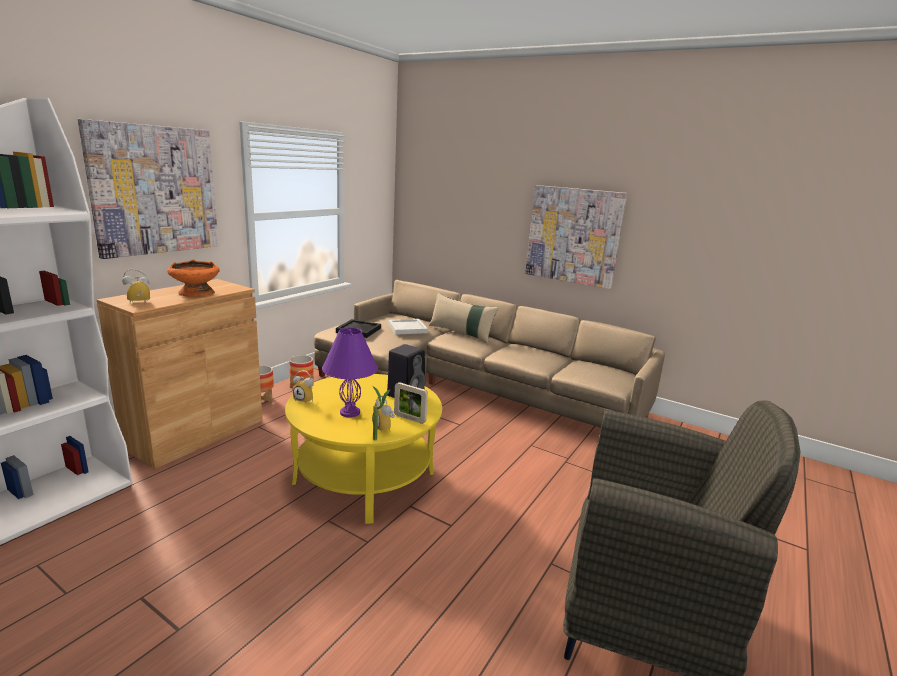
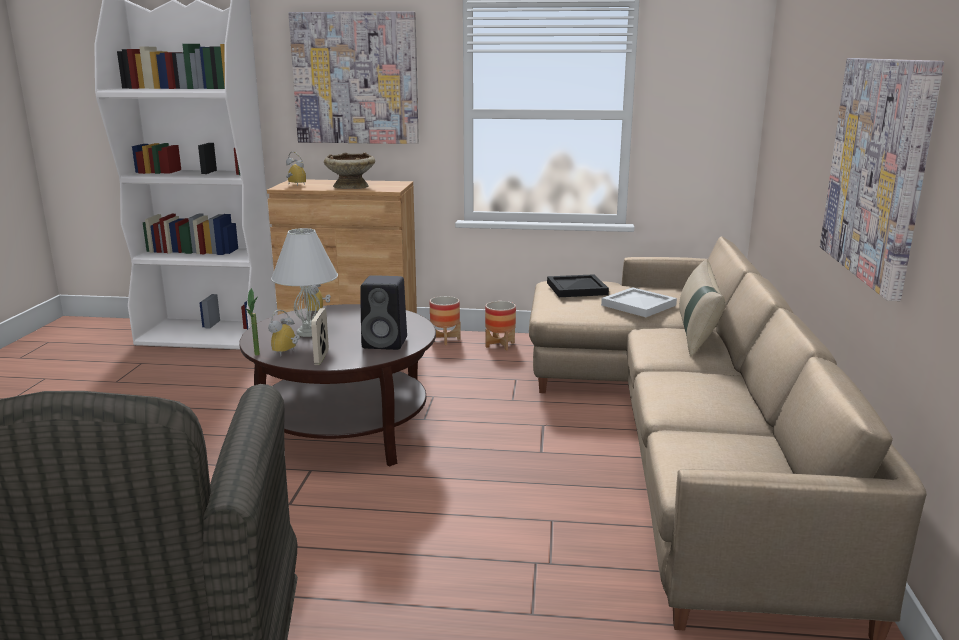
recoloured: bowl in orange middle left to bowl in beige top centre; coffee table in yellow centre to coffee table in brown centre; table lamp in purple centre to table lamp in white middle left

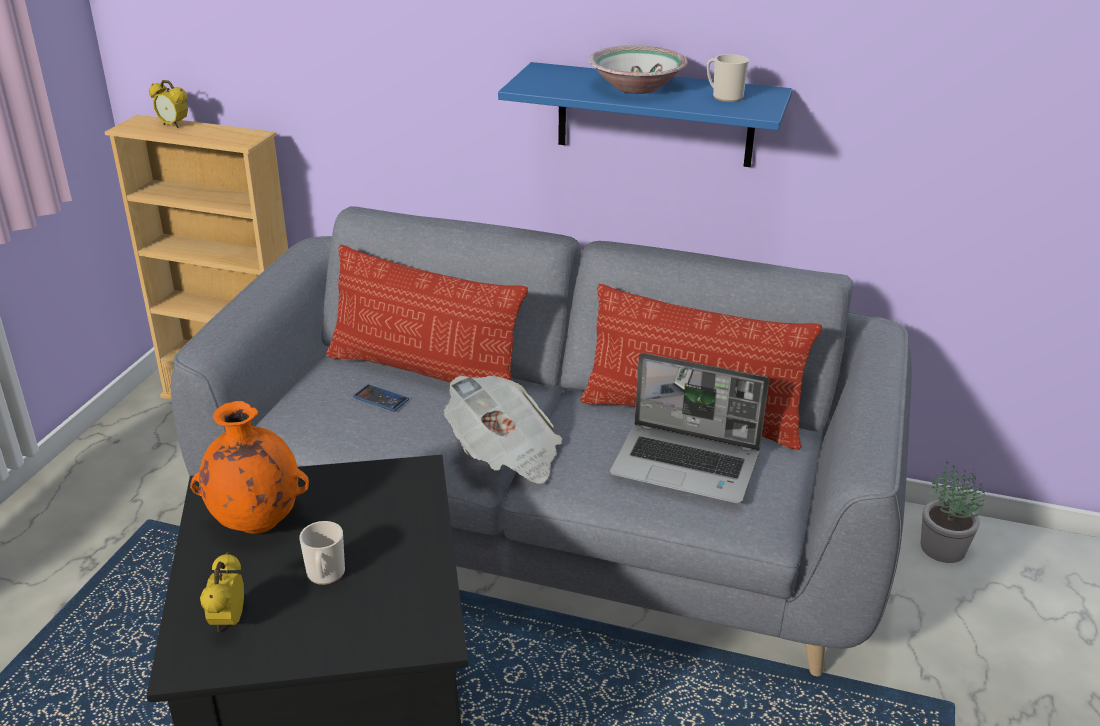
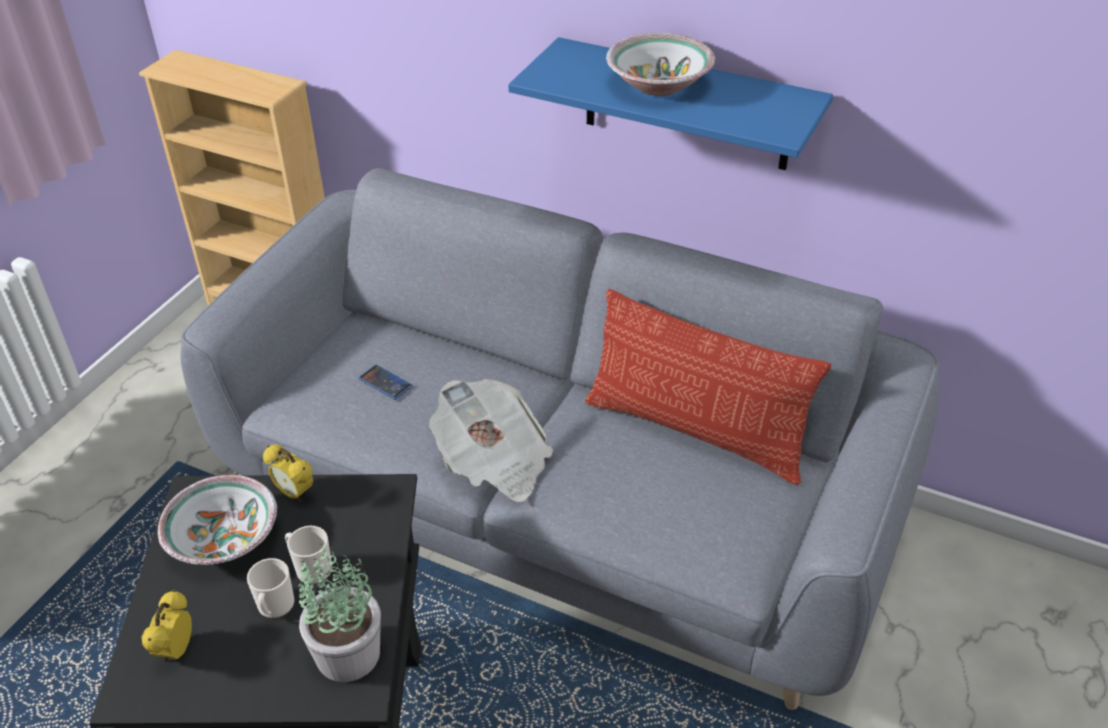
removed: pillow (1st from left) centre; laptop centre
moved: alarm clock (1st from left in the first image) top left to alarm clock (2nd from left) middle left; mug (2nd from left) top centre to bottom left; potted plant bottom right to bottom left
replaced: vase in orange middle left to bowl (1st from left) bottom left

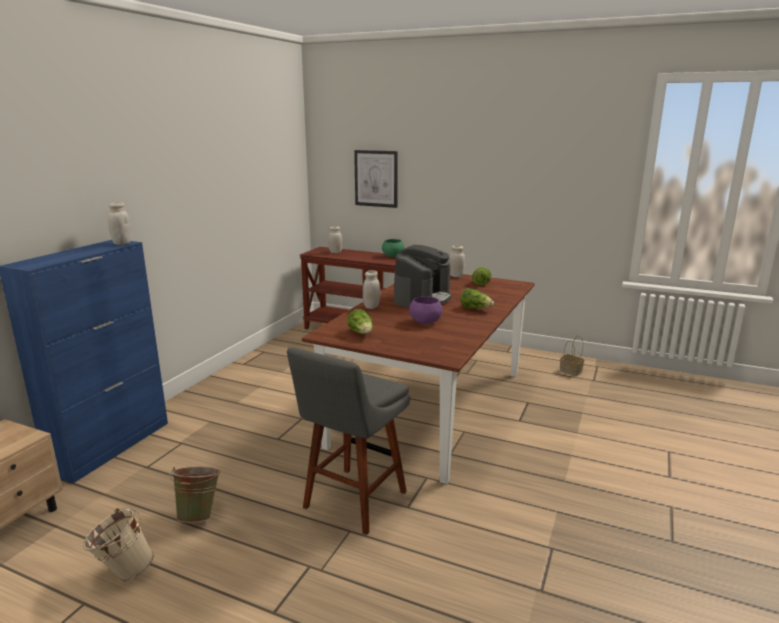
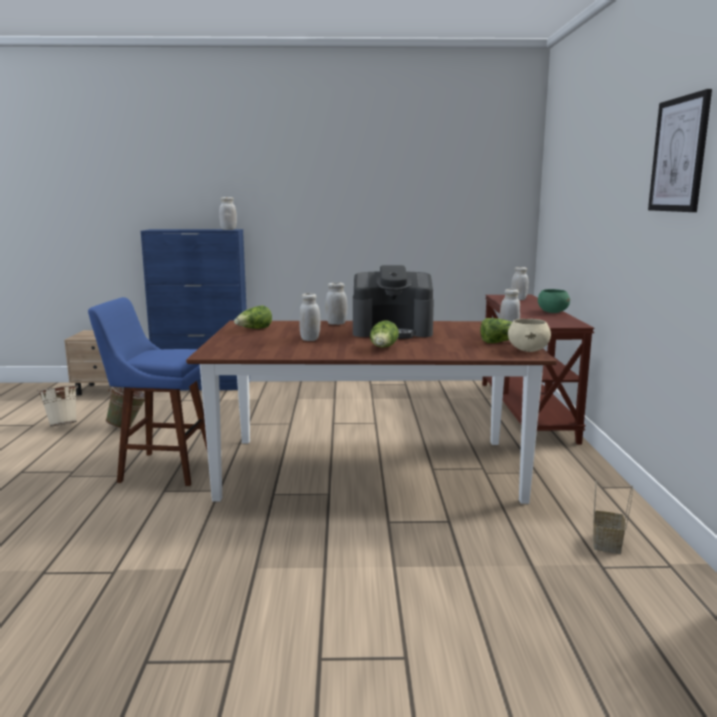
added: bowl in beige middle right
moved: picture top centre to top right
replaced: bowl in purple centre to jar in white (2nd from left) centre
recoloured: stool in grey bottom centre to stool in blue middle left

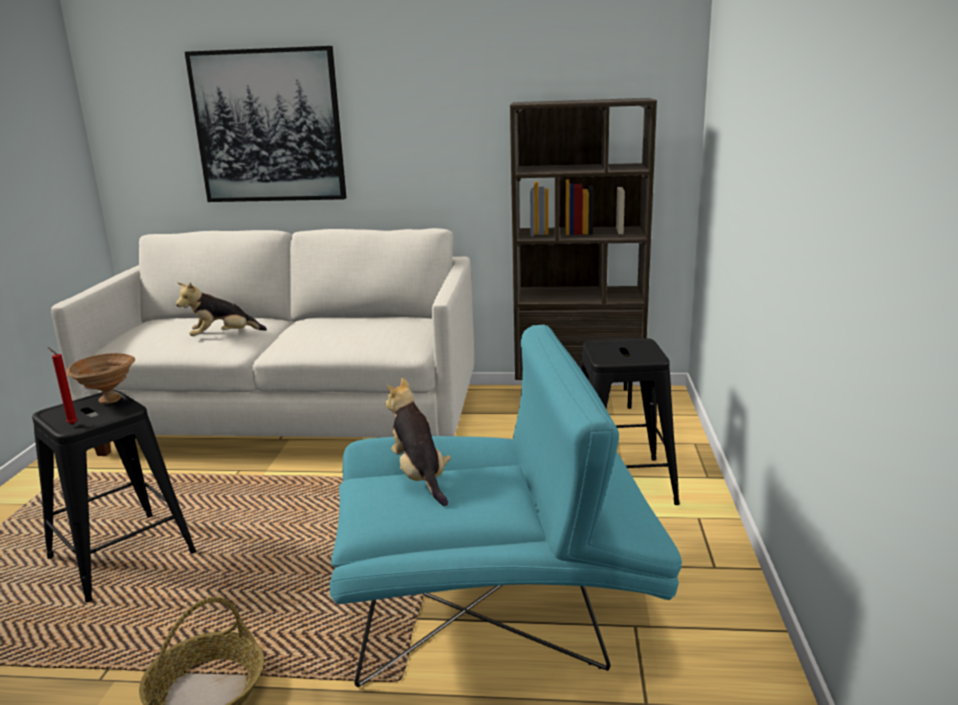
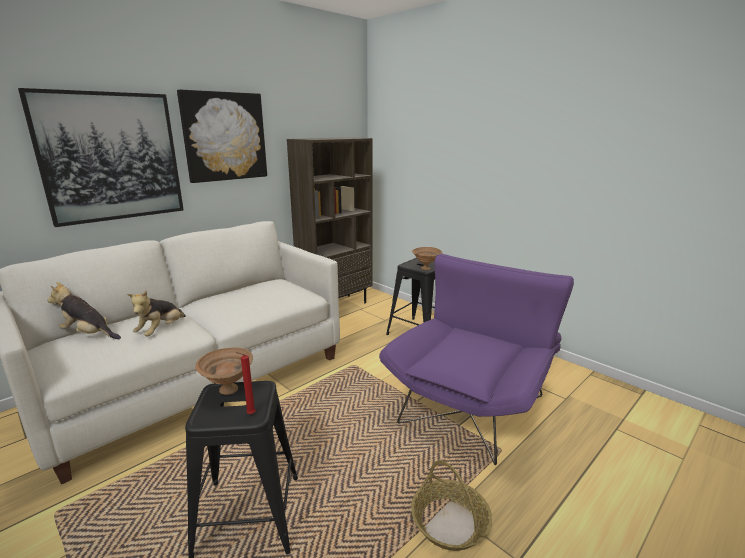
added: picture (2nd from left) top left; bowl in brown (2nd from left) centre
moved: plush toy (2nd from left in the first image) centre to plush toy (1st from left) middle left
recoloured: armchair in turquoise bottom centre to armchair in purple centre

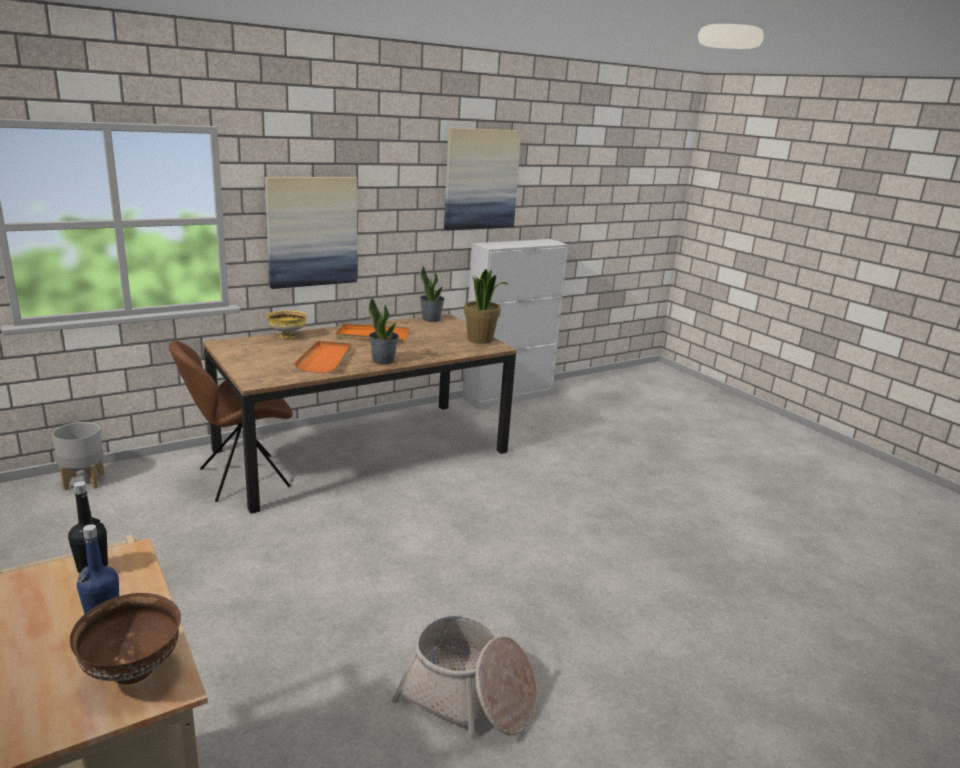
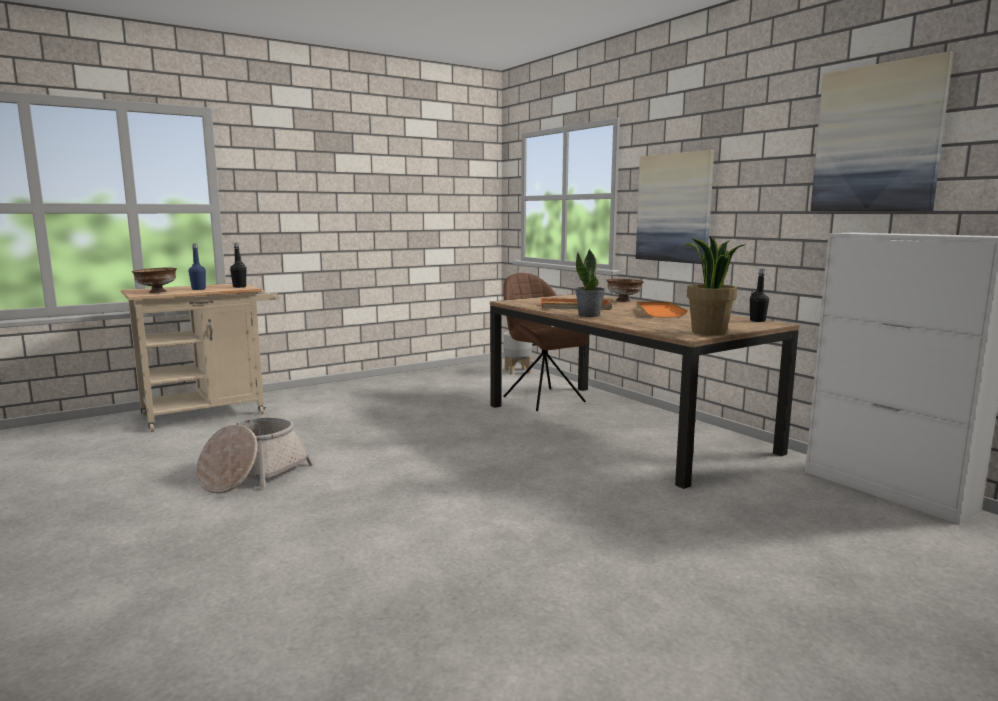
replaced: potted plant (2nd from left) centre to bottle in black (2nd from left) middle right
recoloured: bowl in yellow middle left to bowl in brown (2nd from left) centre

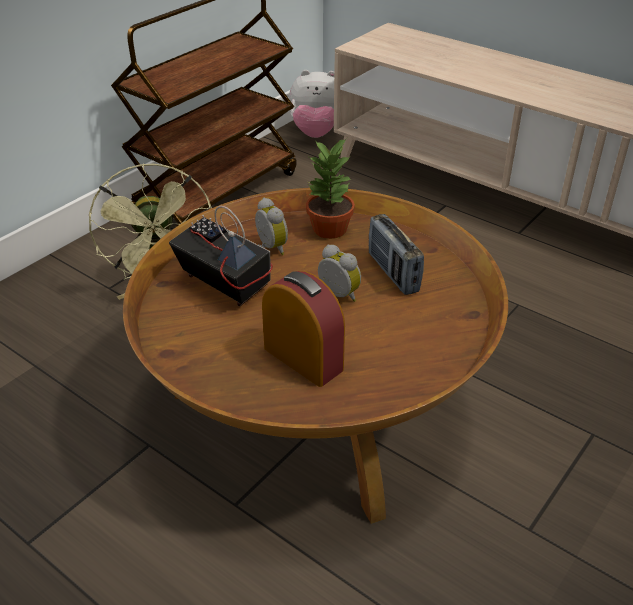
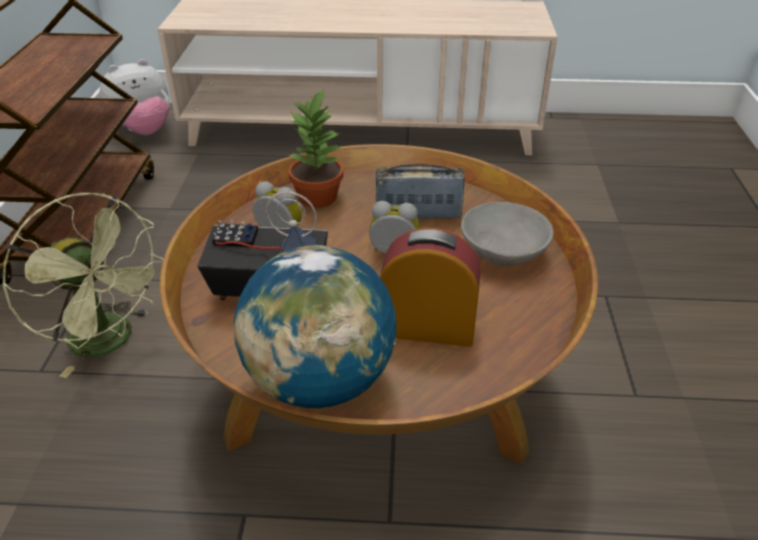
added: globe centre; bowl in grey middle right
turned: radio (2nd from left) centre = centre 150 degrees clockwise

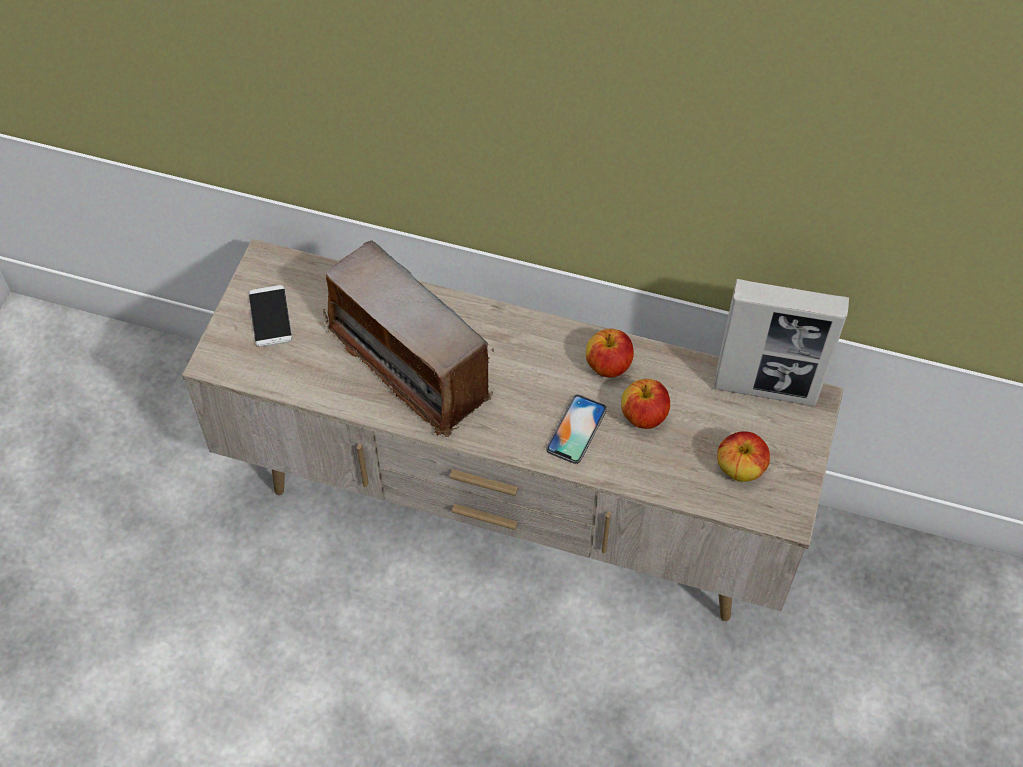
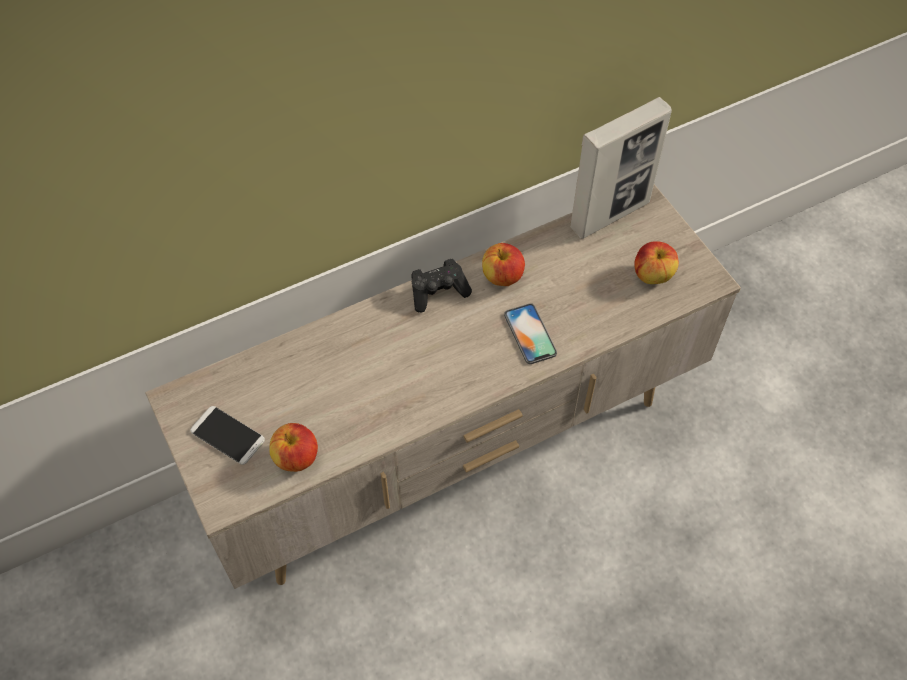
removed: radio centre
added: game controller in black centre
moved: apple (2nd from left in the first image) centre to apple (1st from left) middle left

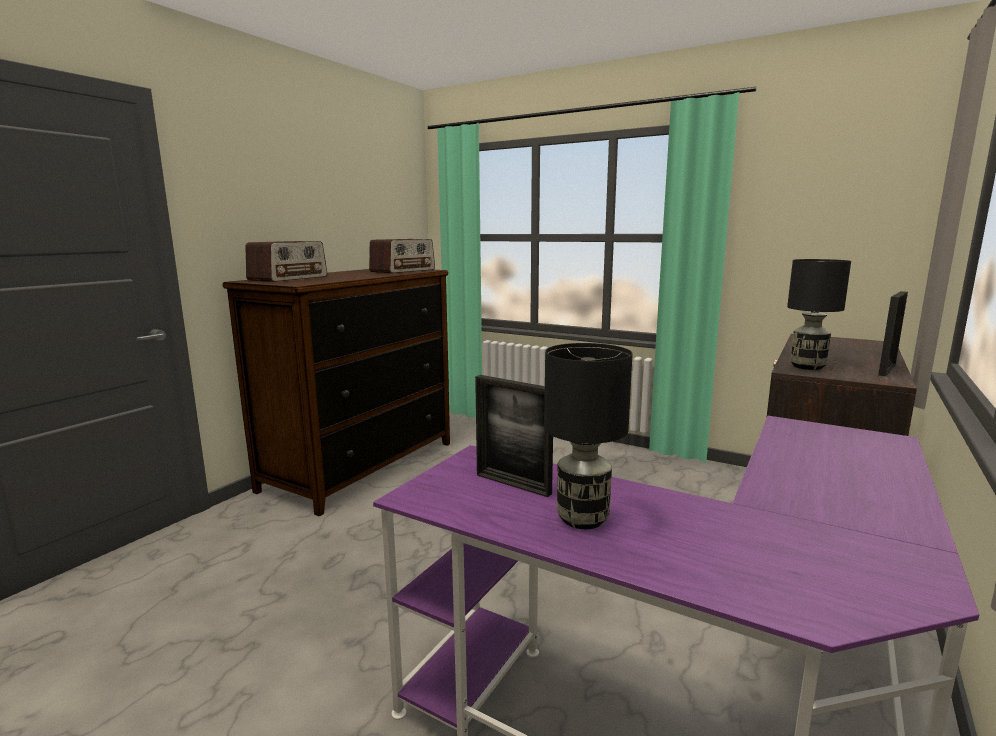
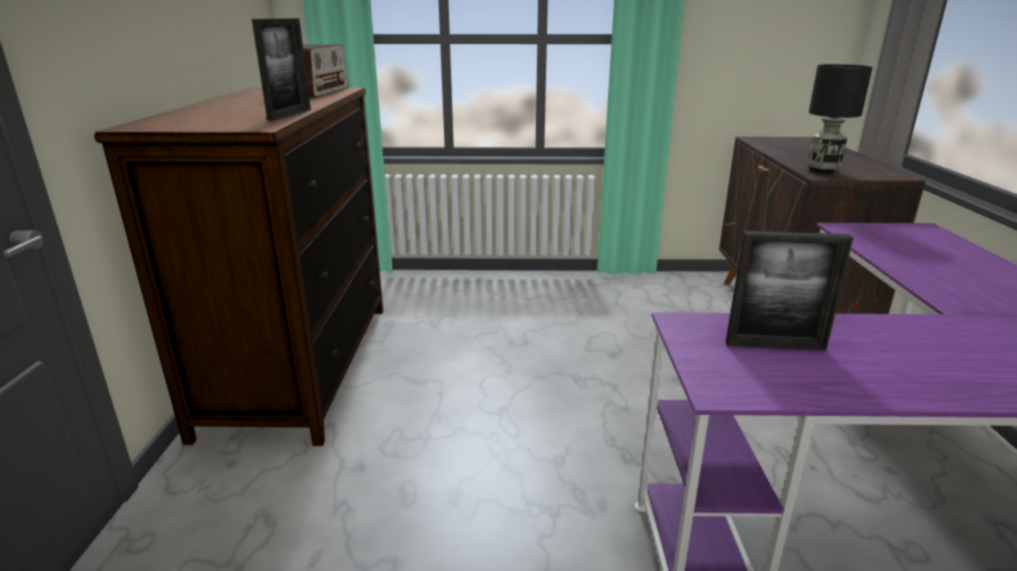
removed: radio (1st from left) middle left; table lamp in black (1st from left) centre
moved: picture frame (2nd from left in the first image) middle right to picture frame (1st from left) top left

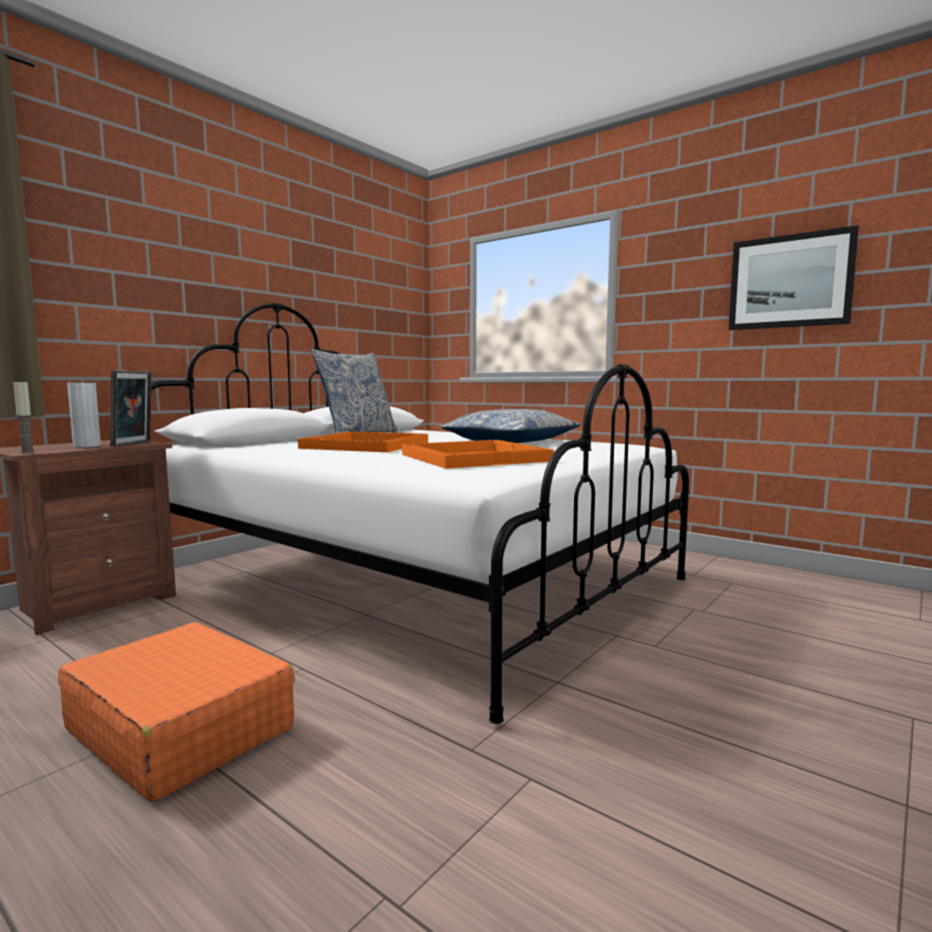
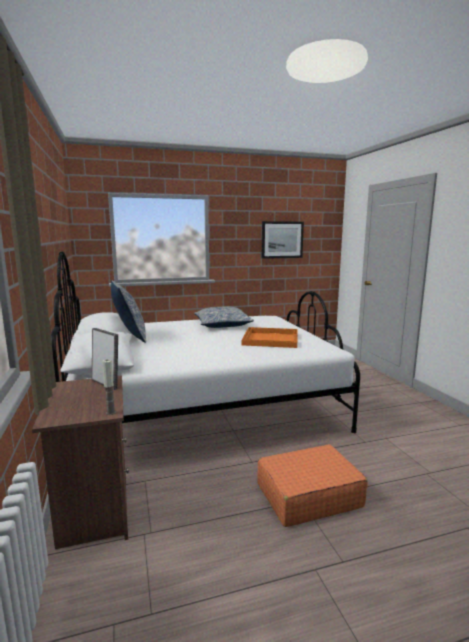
removed: vase in grey middle left; tray in orange (1st from left) centre

